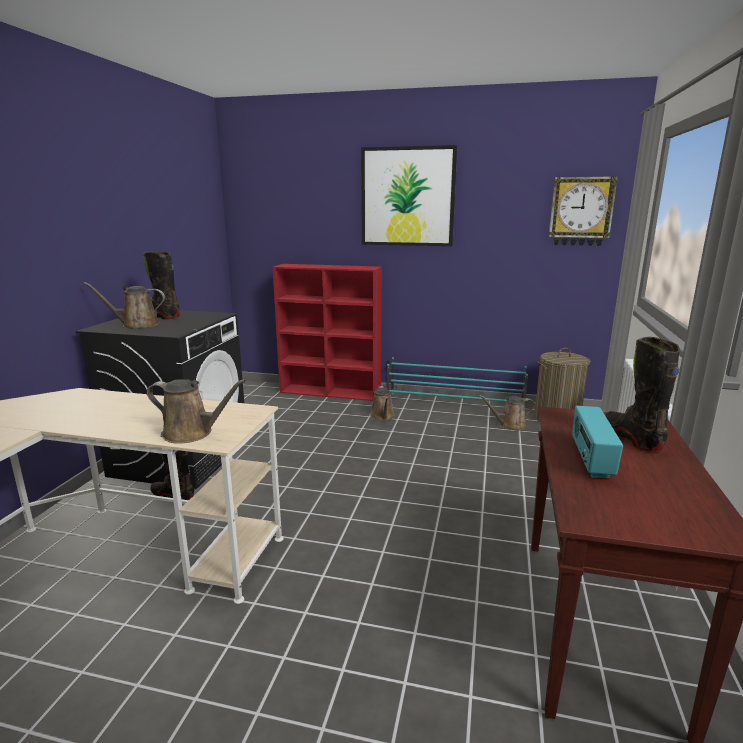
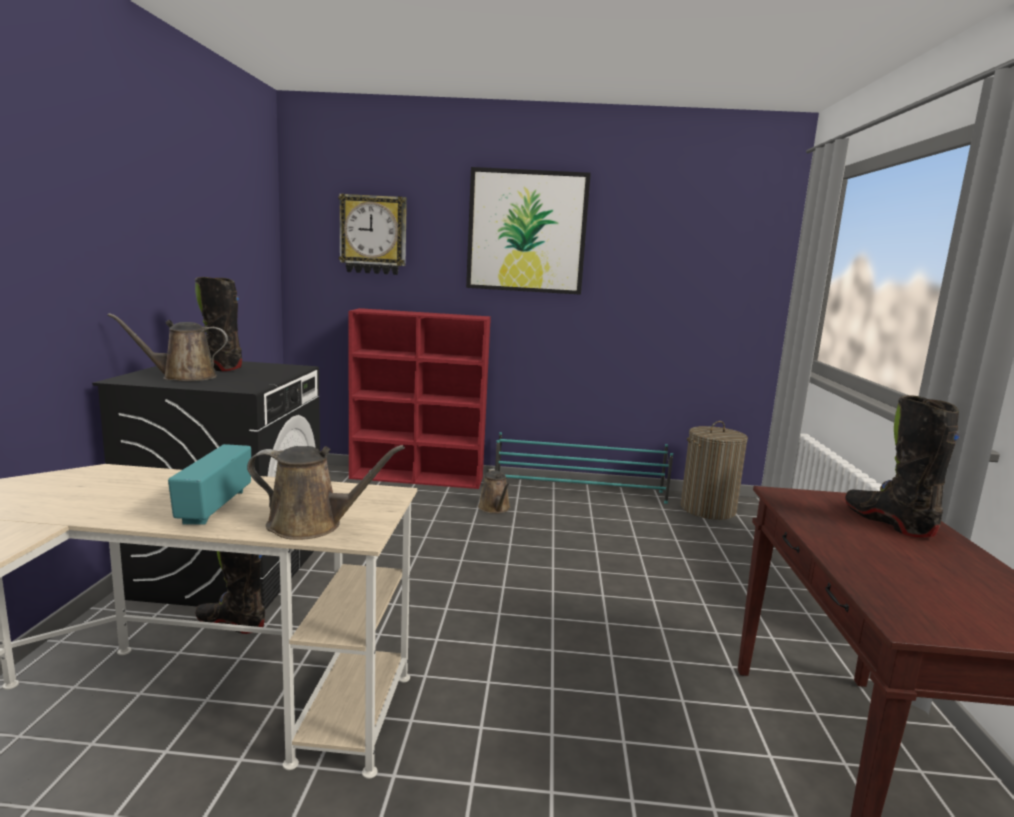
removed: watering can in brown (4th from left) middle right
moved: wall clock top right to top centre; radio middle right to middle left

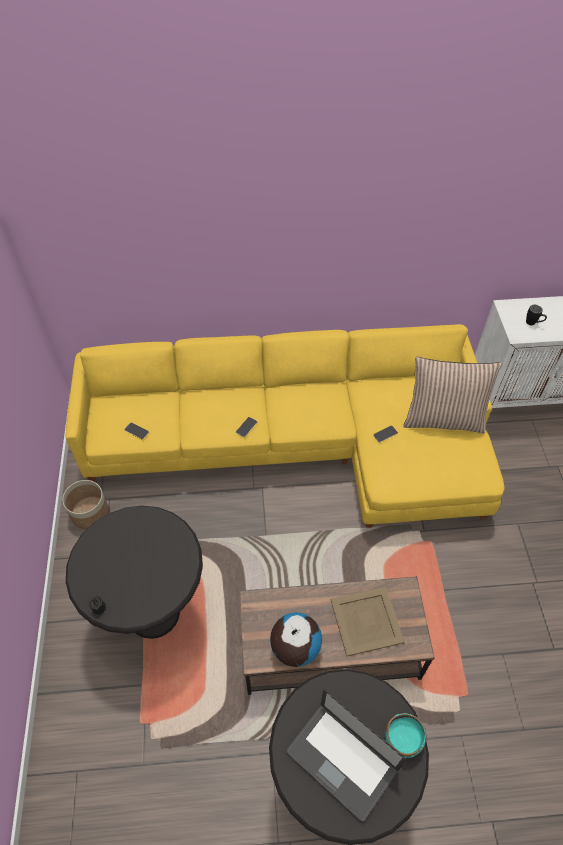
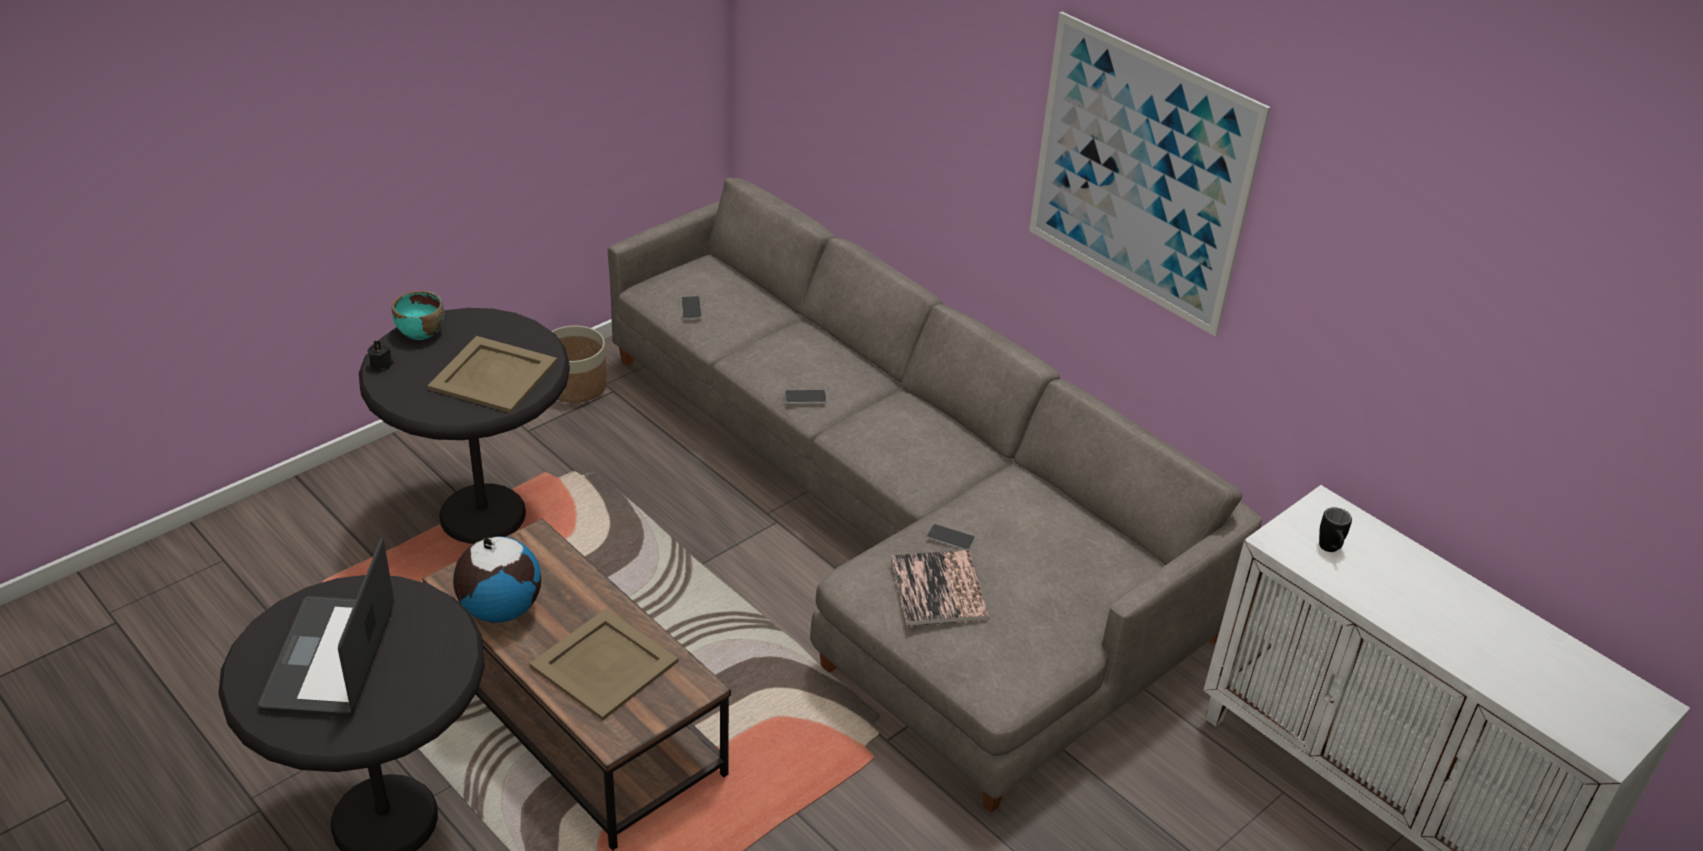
removed: pillow middle right
added: tray in beige (1st from left) middle left; book bottom centre; picture top right
moved: bowl in turquoise bottom right to middle left
recoloured: sofa in yellow centre to sofa in grey centre

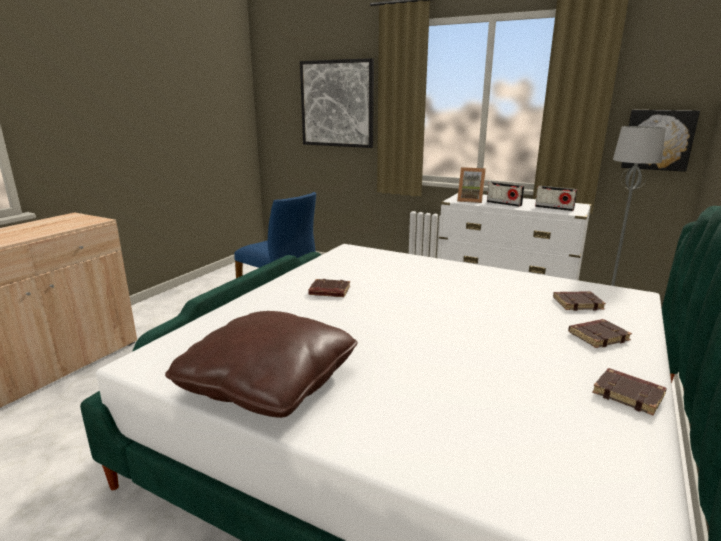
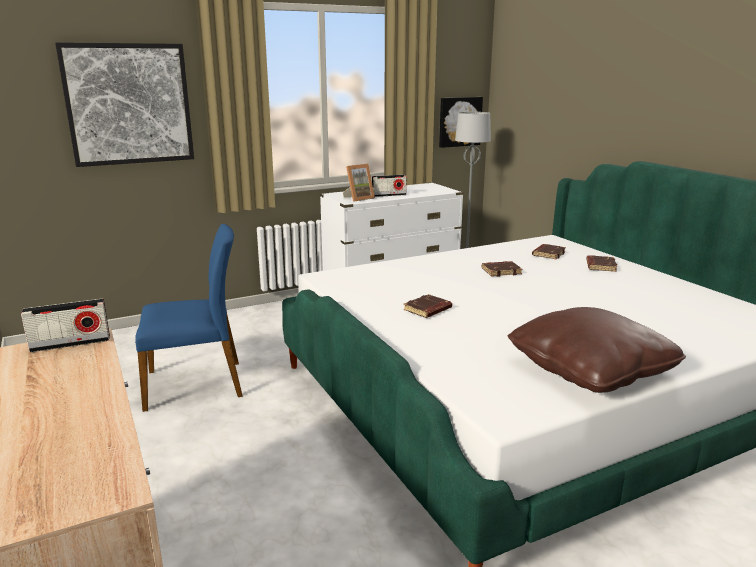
moved: radio (2nd from left in the first image) middle right to radio (1st from left) middle left; book in brown (4th from left in the first image) bottom right to book in brown (2nd from left) centre

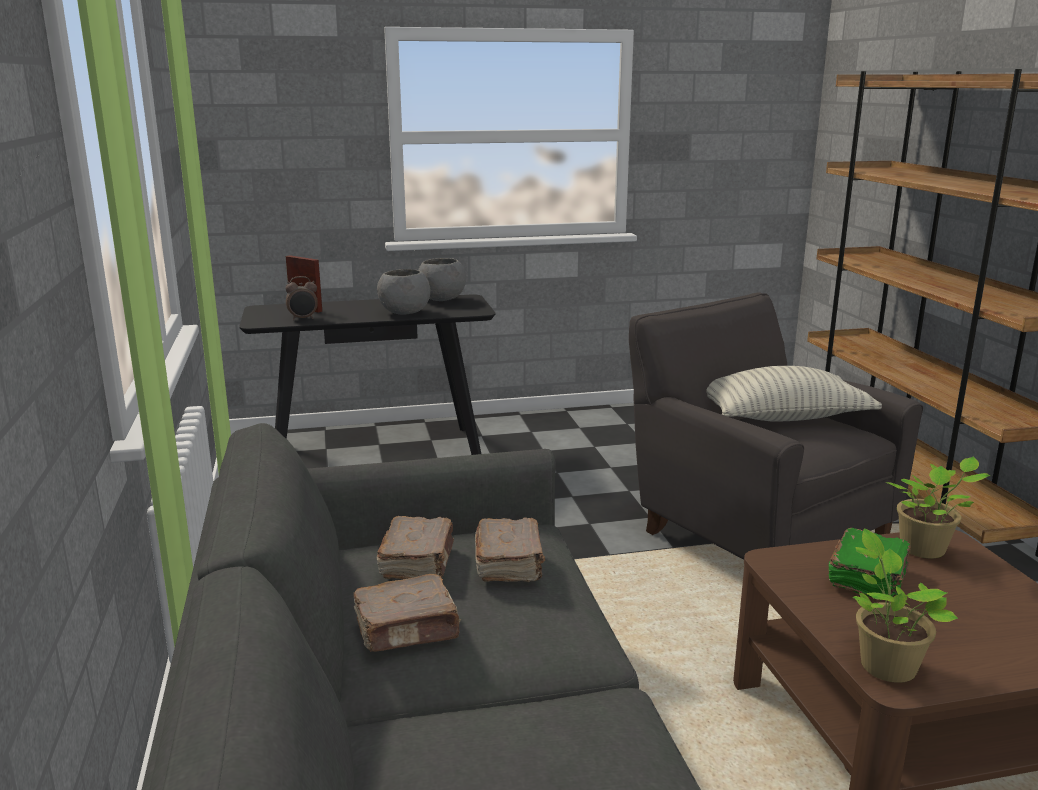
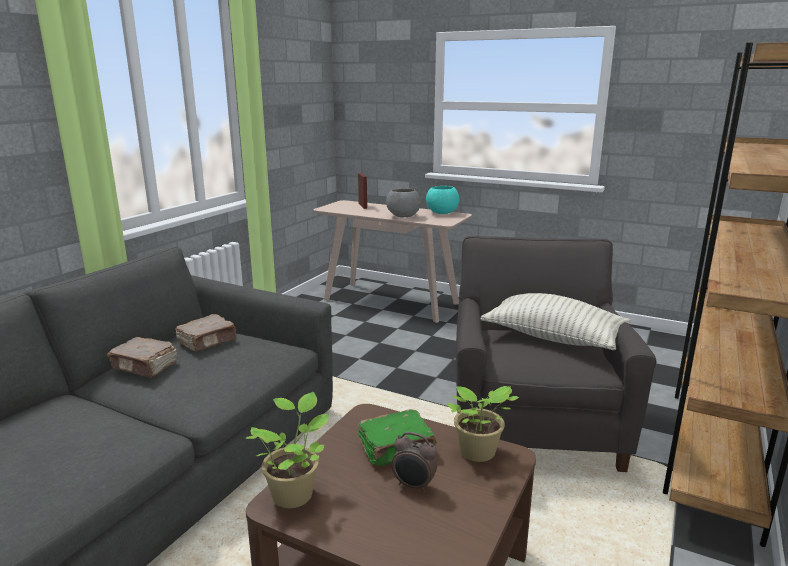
removed: book in brown (3rd from left) bottom centre
moved: alarm clock middle left to bottom centre
recoloured: console table in black centre to console table in beige centre; bowl in grey (2nd from left) centre to bowl in turquoise centre

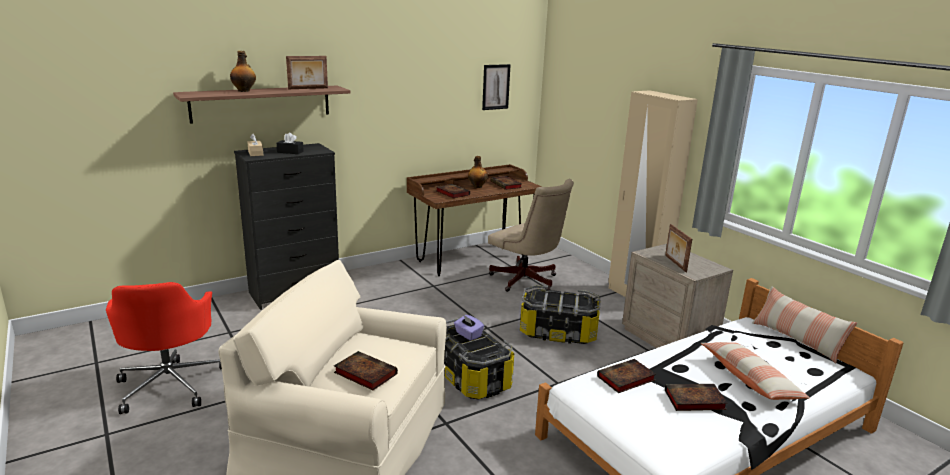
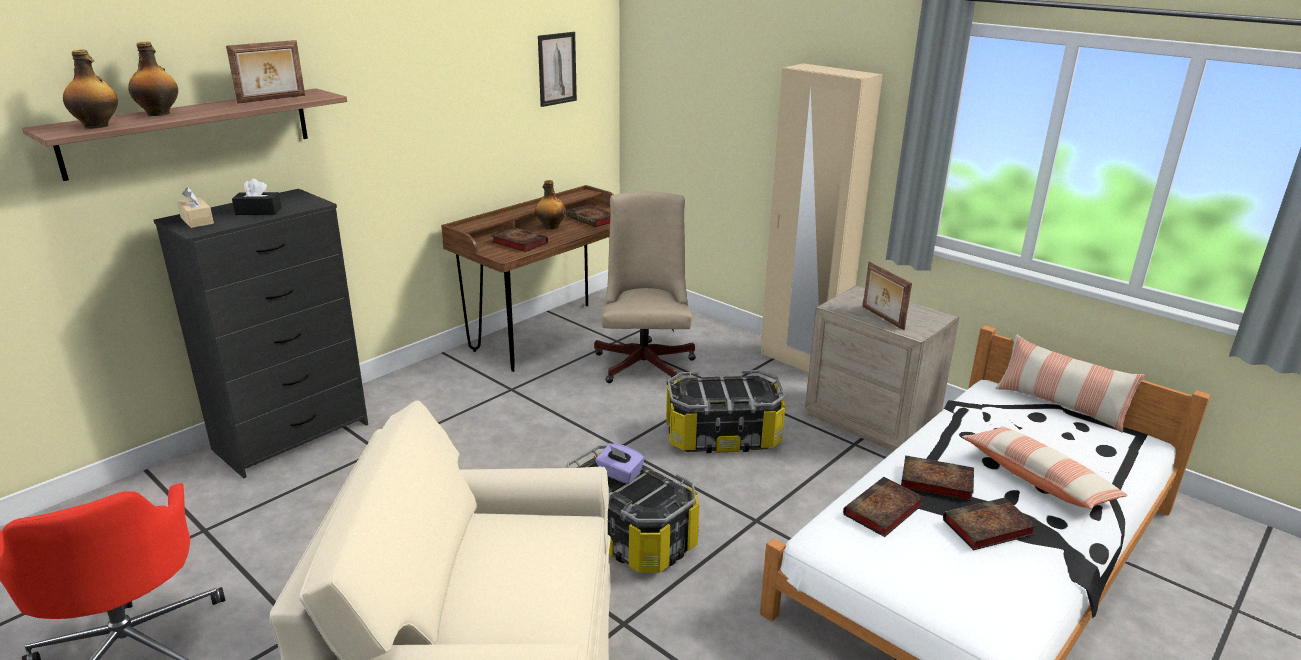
added: bottle (1st from left) top left
moved: book (1st from left in the first image) bottom centre to book (4th from left) bottom right
turned: office chair in beige centre = centre 120 degrees counterclockwise

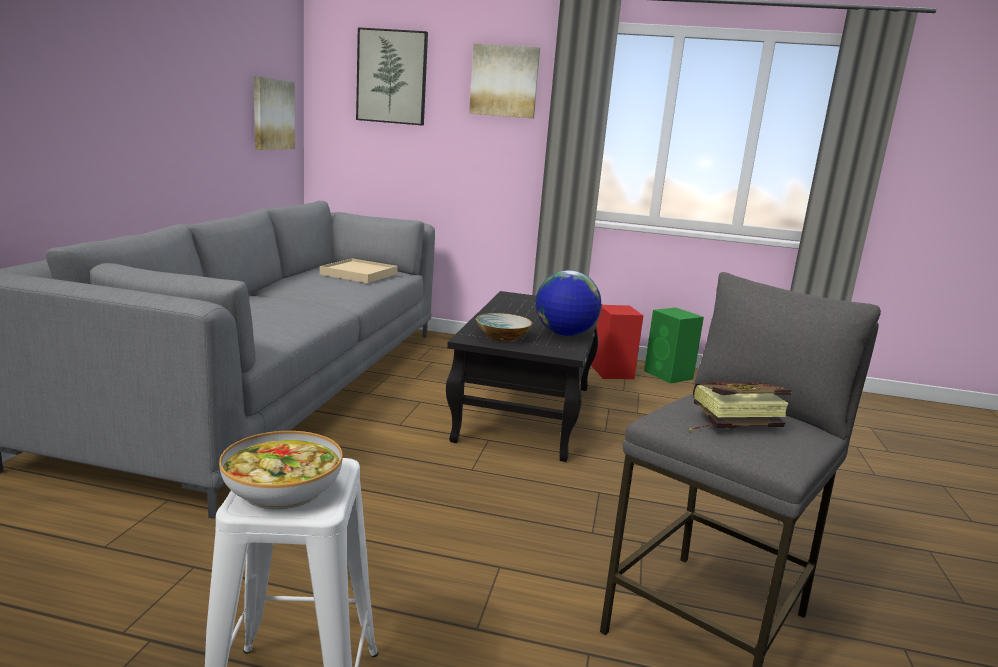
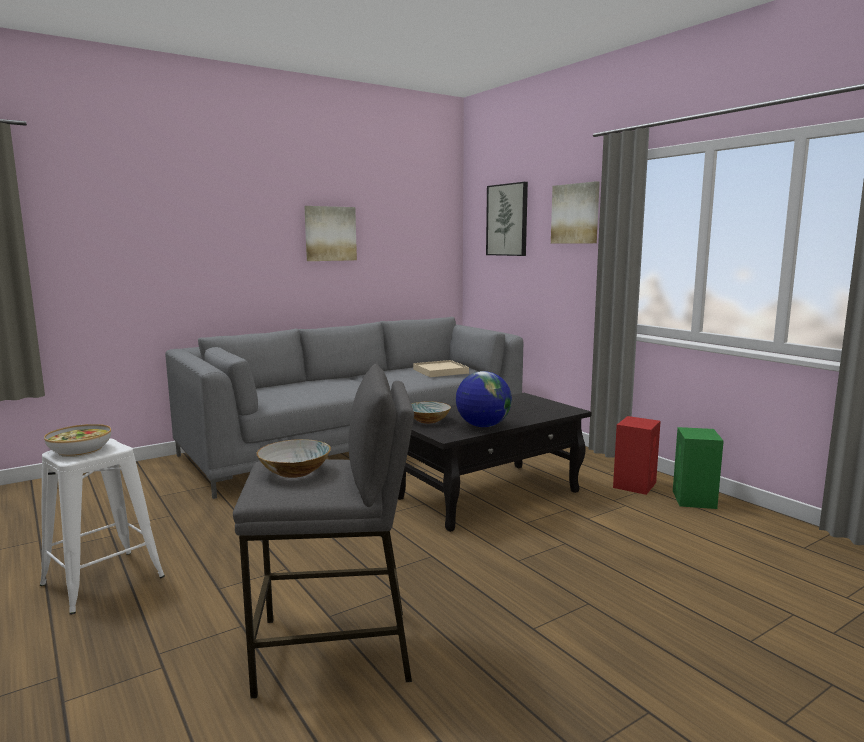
moved: picture (1st from left) top left to top centre
replaced: book middle right to bowl (2nd from left) centre

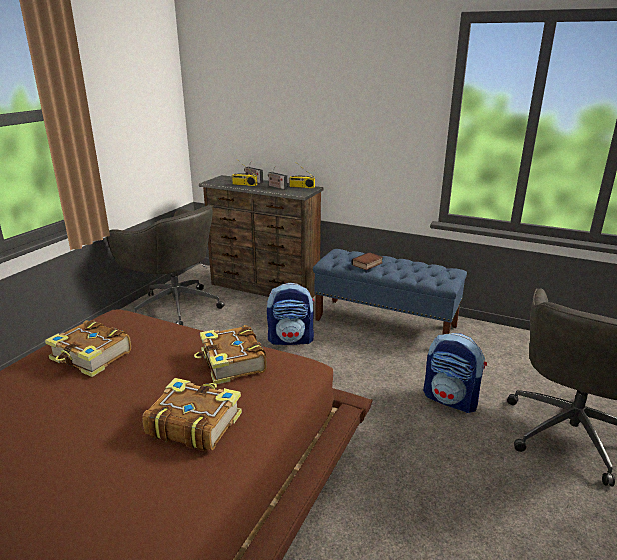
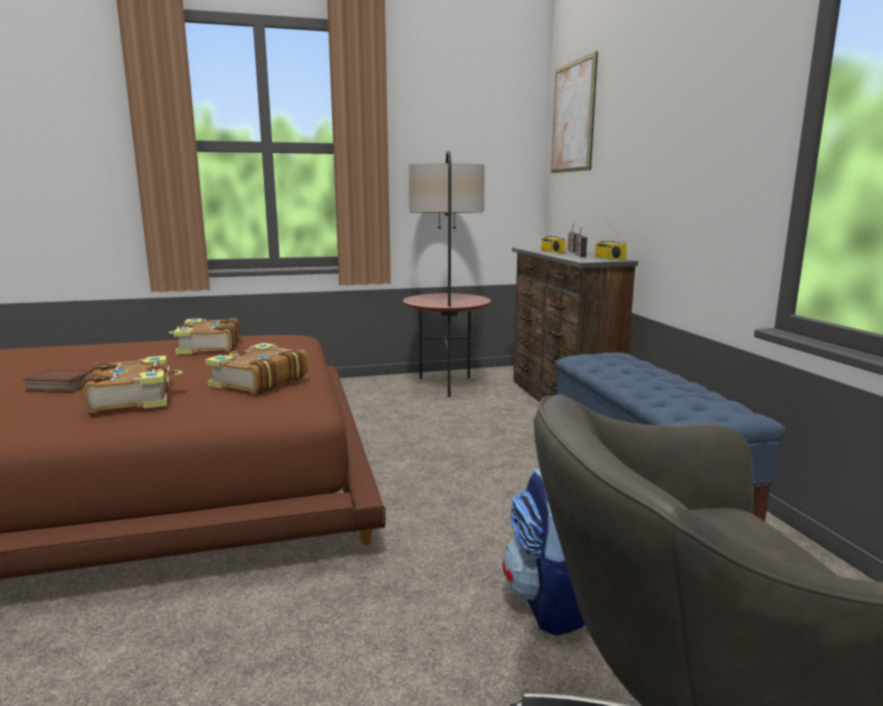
removed: backpack (1st from left) centre
added: picture top centre
moved: book (4th from left in the first image) centre to book (1st from left) middle left
replaced: office chair in grey (1st from left) middle left to floor lamp centre

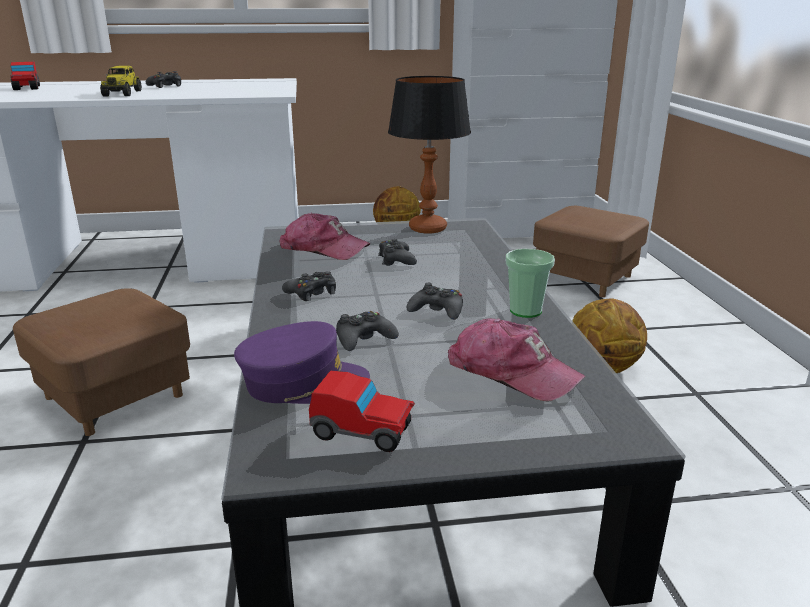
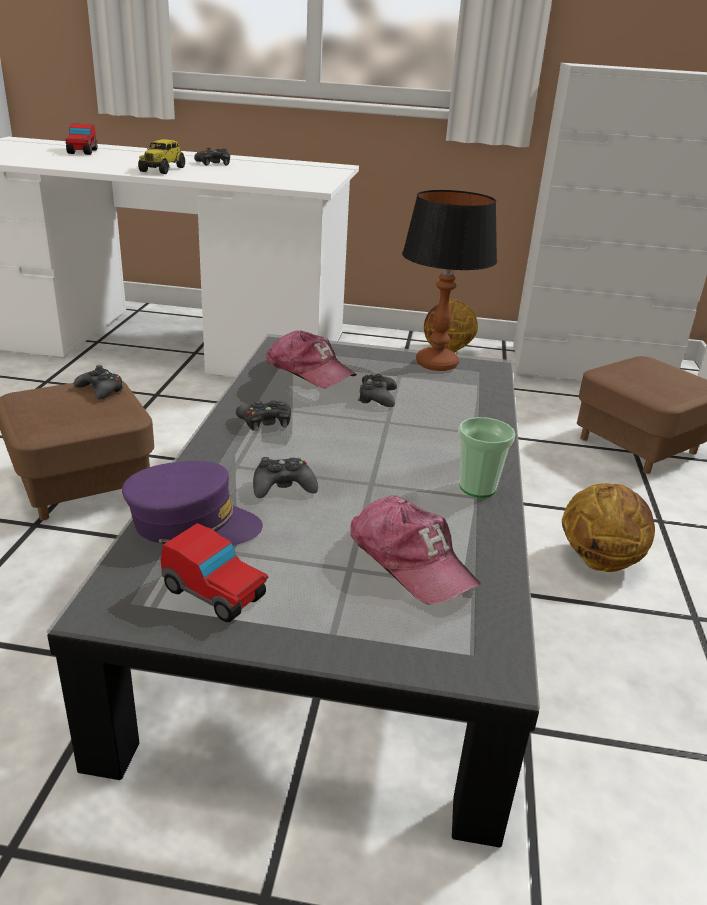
moved: game controller in black (5th from left in the first image) centre to game controller in black (1st from left) middle left

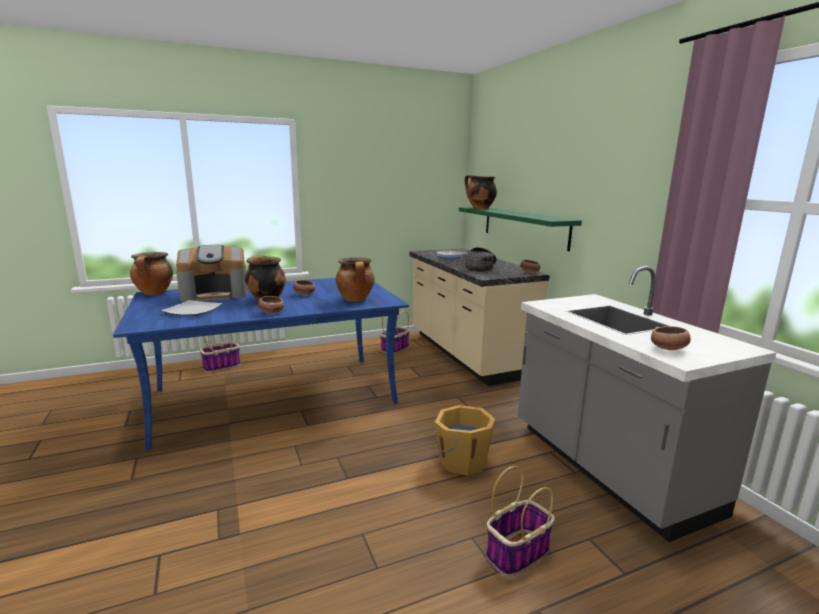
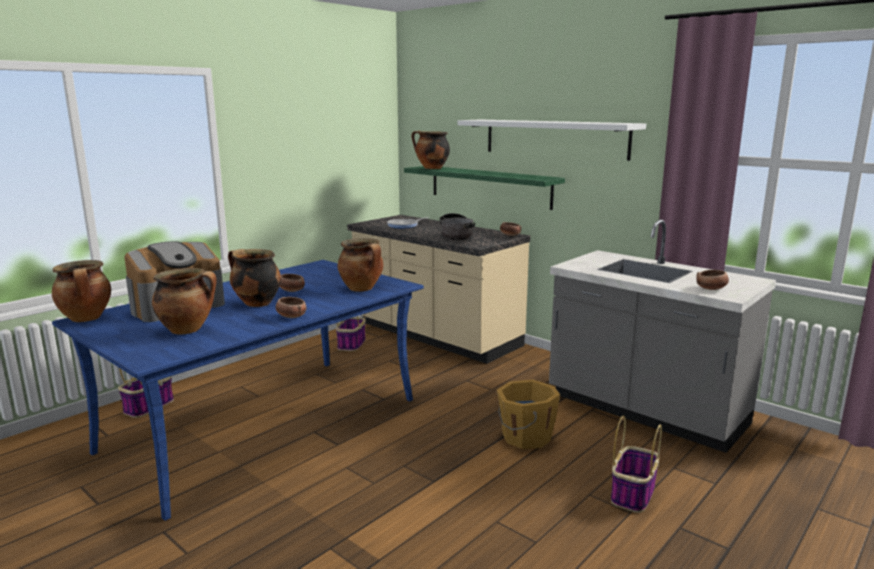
added: shelf in white top centre
replaced: plate middle left to cooking pot (2nd from left) middle left

